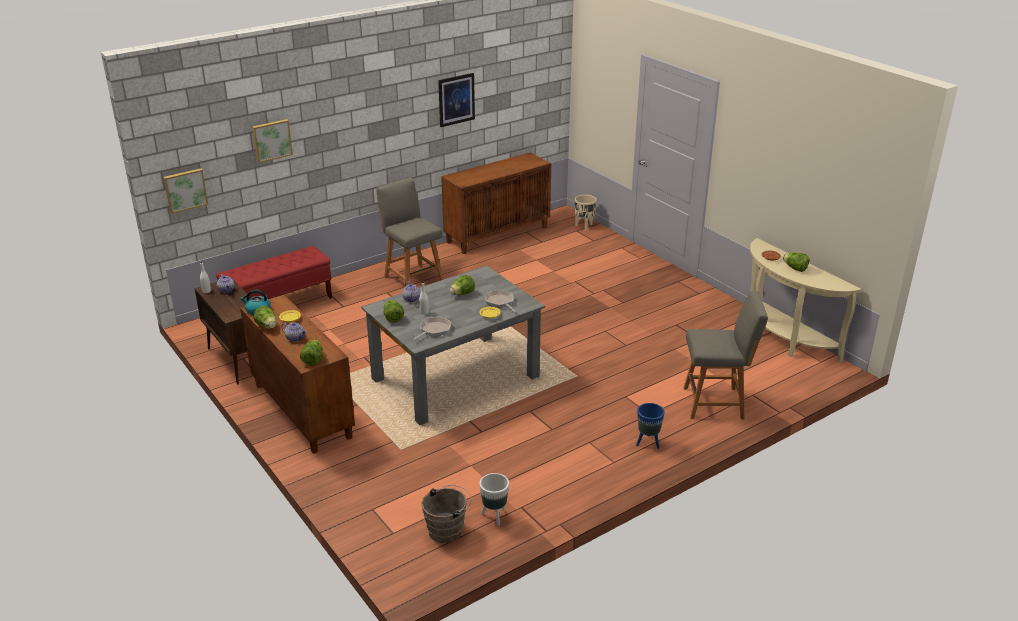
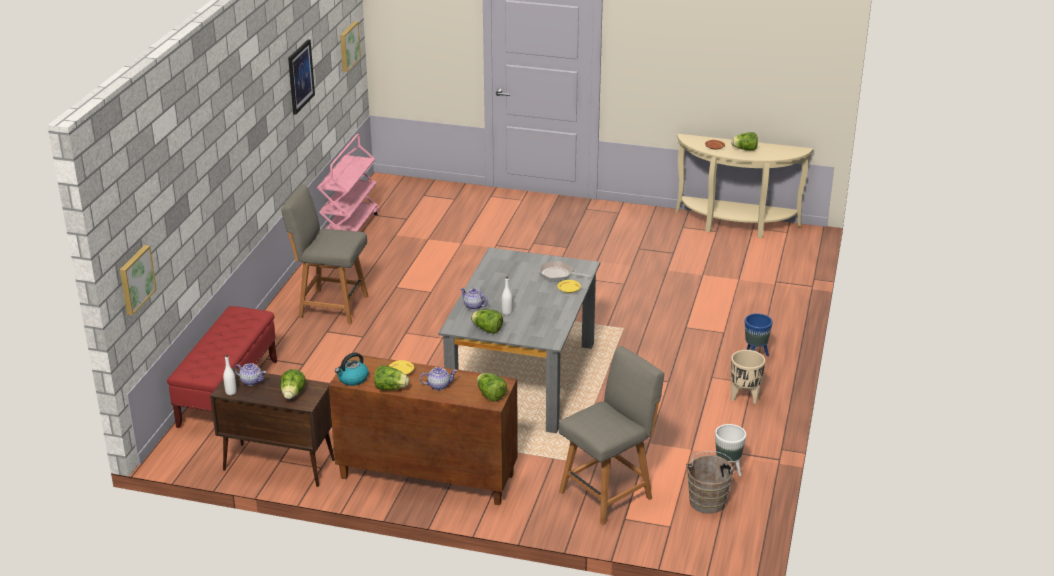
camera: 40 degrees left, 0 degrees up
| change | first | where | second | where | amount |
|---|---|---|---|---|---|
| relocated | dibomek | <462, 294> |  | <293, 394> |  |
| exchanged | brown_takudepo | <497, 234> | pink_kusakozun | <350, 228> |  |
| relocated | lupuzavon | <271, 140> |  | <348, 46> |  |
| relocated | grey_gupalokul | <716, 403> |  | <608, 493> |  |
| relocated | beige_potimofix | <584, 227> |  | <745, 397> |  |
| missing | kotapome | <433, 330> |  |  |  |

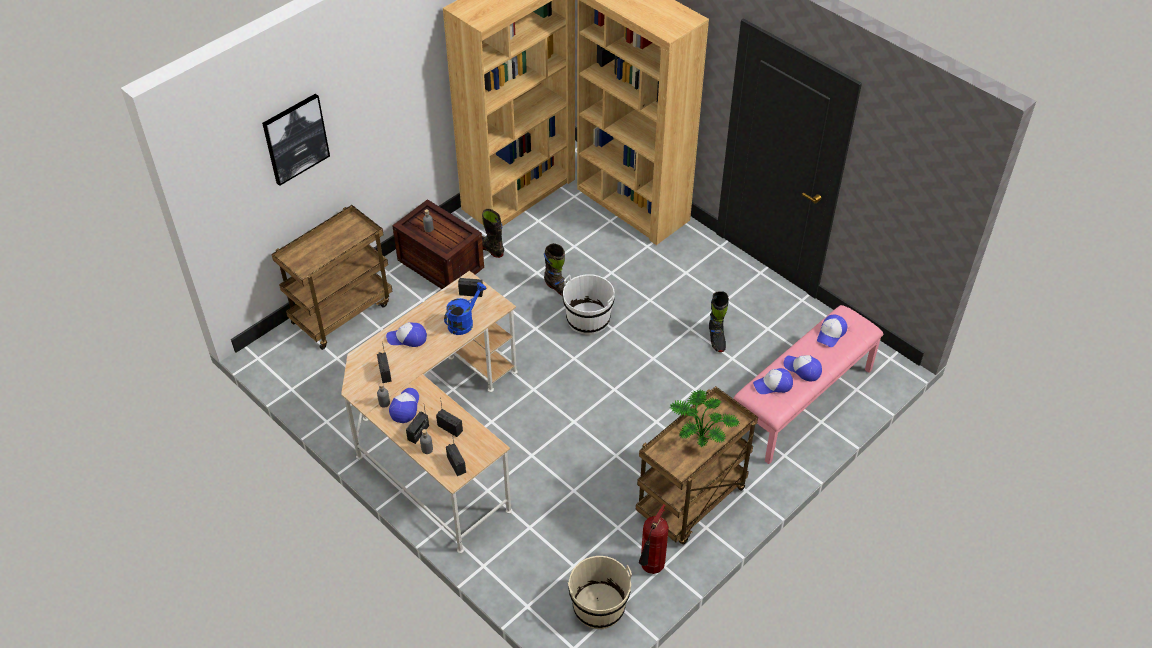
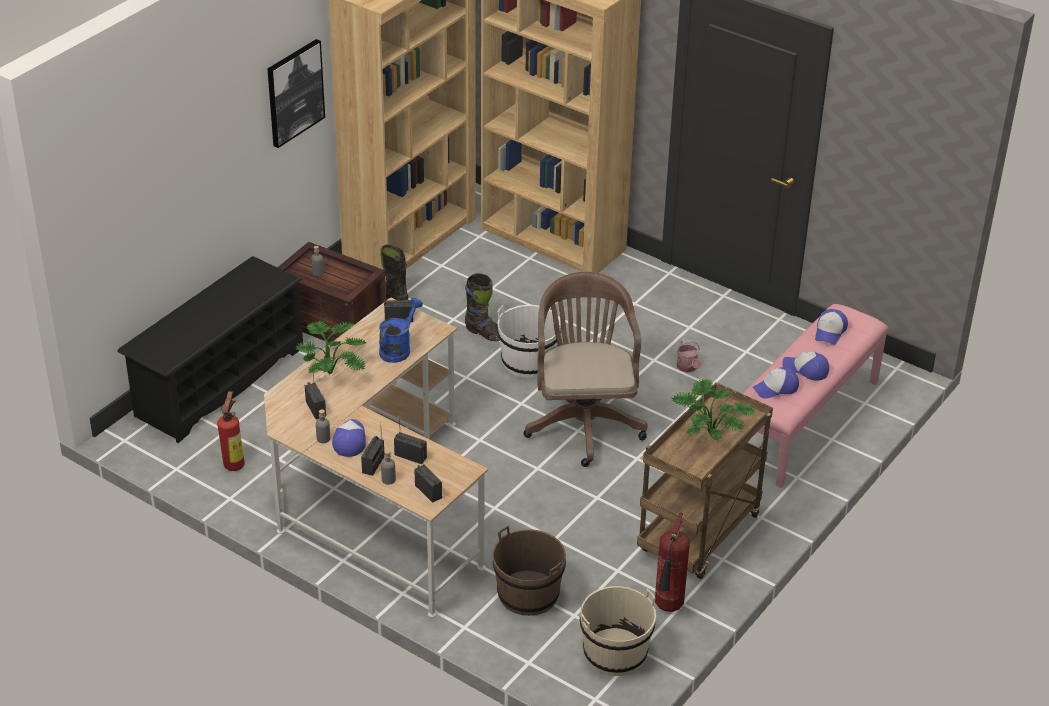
camera: 10 degrees left, 10 degrees down
| change | first | where | second | where | amount |
|---|---|---|---|---|---|
| exchanged | brown_kusakozun | <342, 312> | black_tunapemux | <219, 382> |  |
| appeared |  |  | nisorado | <235, 463> |  |
| relocated | lupuzavon | <295, 138> |  | <294, 92> |  |
| exchanged | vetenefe | <407, 338> | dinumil | <333, 371> |  |
| appeared |  |  | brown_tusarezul | <528, 594> |  |
| appeared |  |  | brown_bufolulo | <584, 421> |  |
| exchanged | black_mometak | <716, 339> | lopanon | <688, 367> |  |

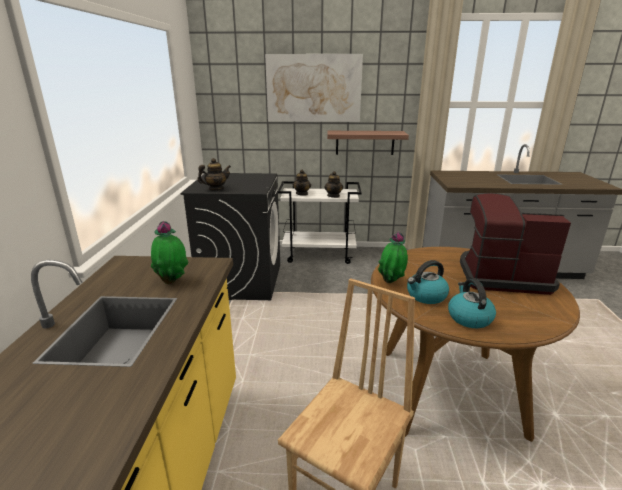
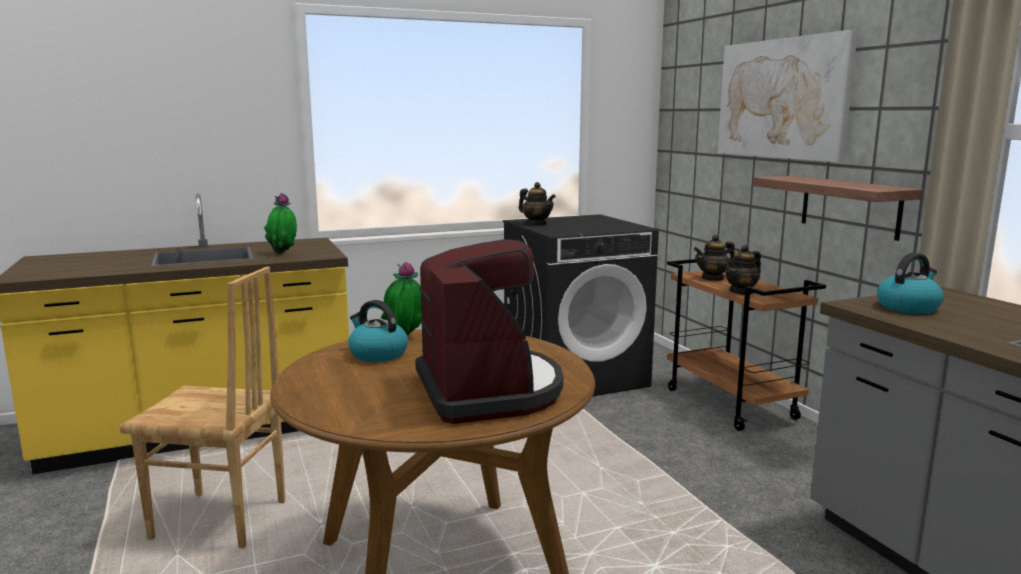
camera: 65 degrees right, 10 degrees down
| change | first | where | second | where | amount |
|---|---|---|---|---|---|
| colour | white_kusakozun | <320, 255> | brown_kusakozun | <732, 404> |  |
| relocated | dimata | <469, 317> |  | <908, 307> |  |

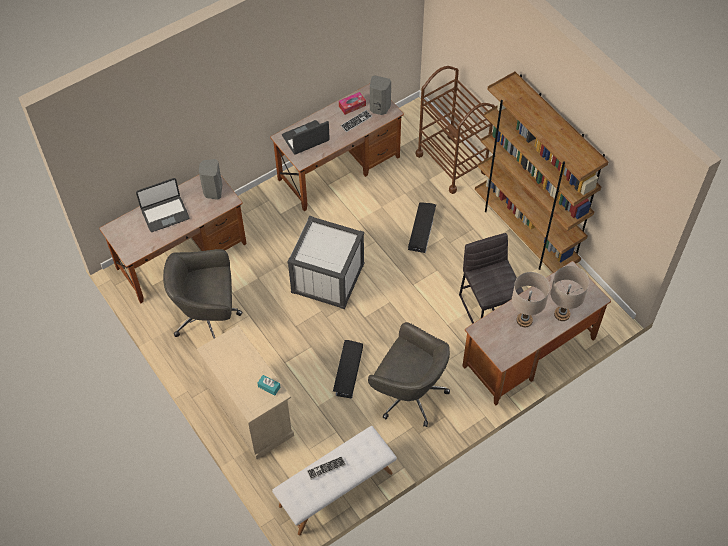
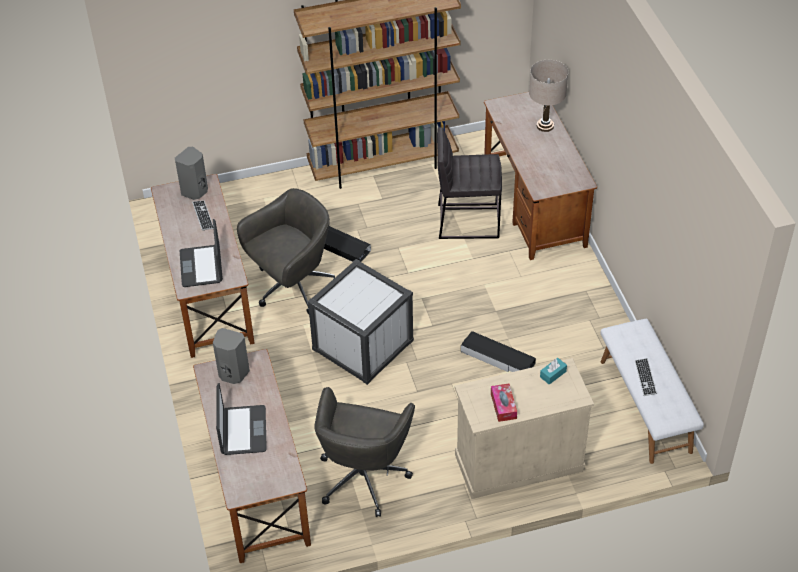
camera: 70 degrees left, 10 degrees down
| change | first | where | second | where | amount |
|---|---|---|---|---|---|
| relocated | grey_bufolulo | <409, 393> |  | <292, 287> |  |
| relocated | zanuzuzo | <352, 106> |  | <503, 406> |  |
| missing | brown_kusakozun | <452, 163> |  |  |  |
| missing | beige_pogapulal | <524, 320> |  |  |  |

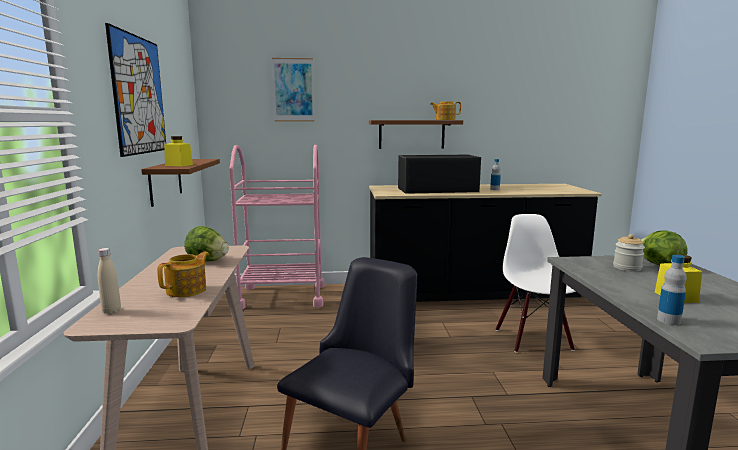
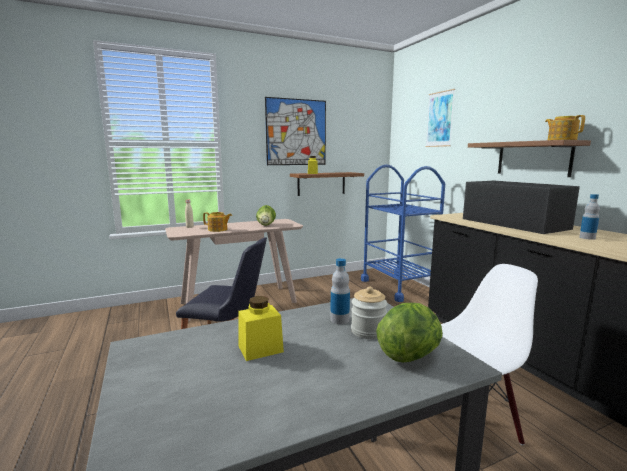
camera: 70 degrees right, 0 degrees up
| change | first | where | second | where | amount |
|---|---|---|---|---|---|
| relocated | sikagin | <668, 320> |  | <339, 319> |  |
| colour | pink_kusakozun | <282, 296> | blue_kusakozun | <398, 286> |  |

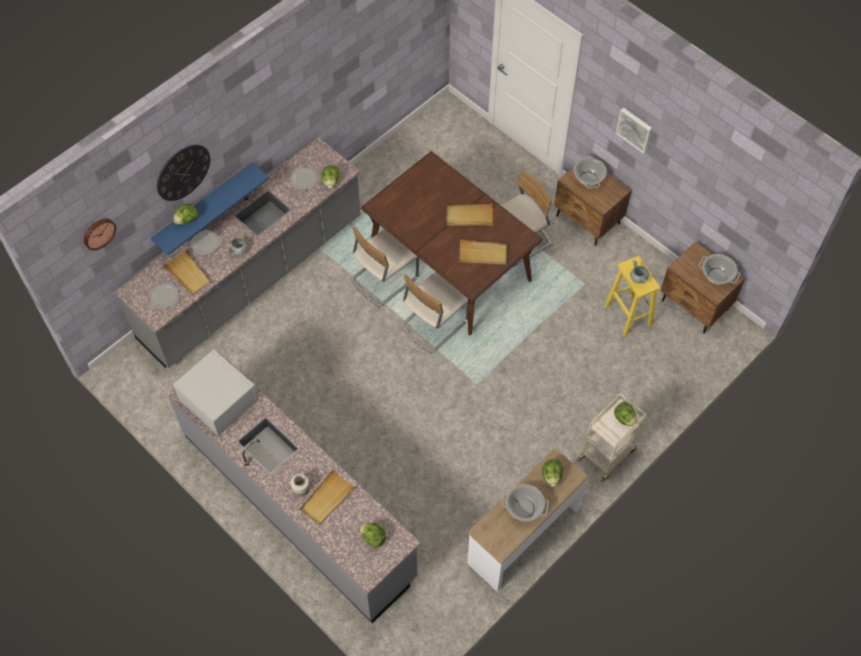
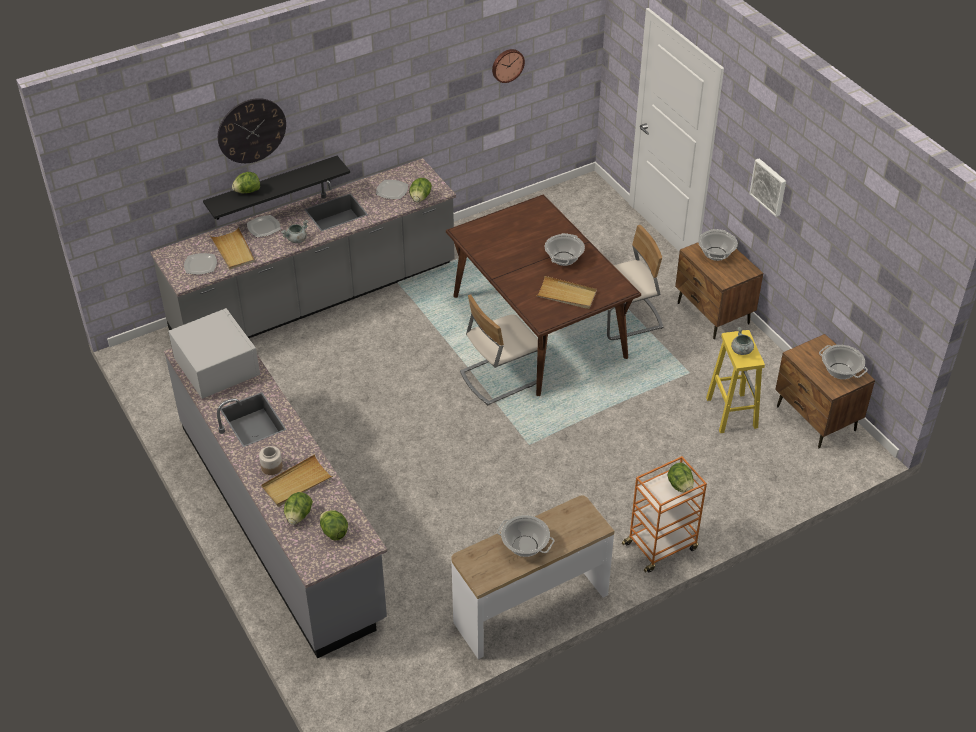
camera: 15 degrees right, 15 degrees down
| change | first | where | second | where | amount |
|---|---|---|---|---|---|
| colour | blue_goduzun | <204, 206> | black_goduzun | <272, 188> |  |
| relocated | dibomek | <552, 476> |  | <298, 516> |  |
| relocated | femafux | <98, 233> |  | <507, 65> |  |
| exchanged | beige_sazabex | <469, 216> | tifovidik | <563, 258> |  |
| colour | beige_kusakozun | <607, 454> | orange_kusakozun | <661, 546> |  |
| missing | beige_gupalokul | <383, 278> |  |  |  |

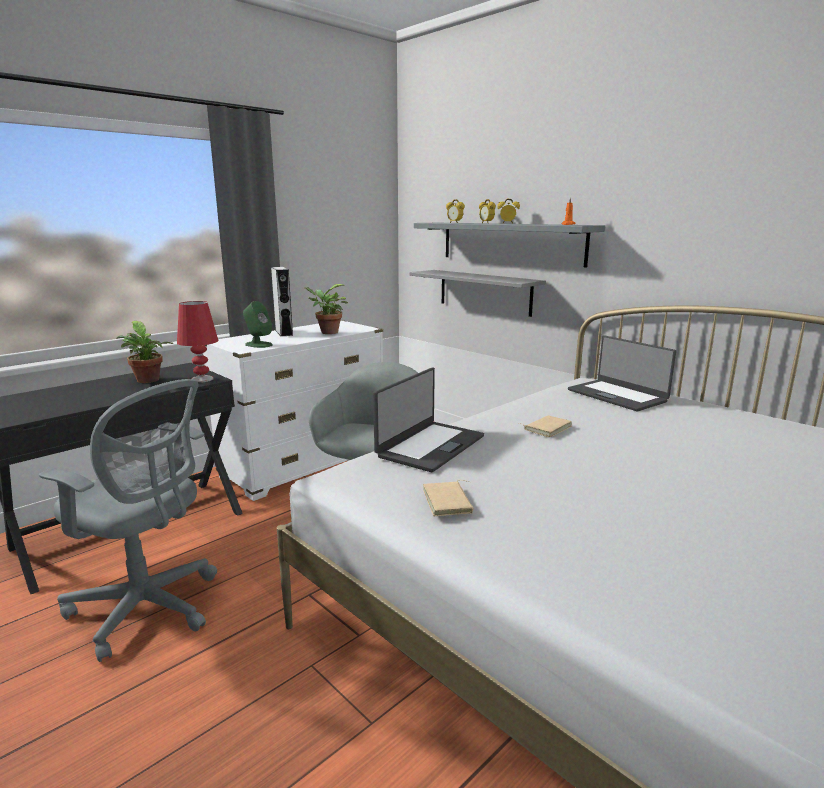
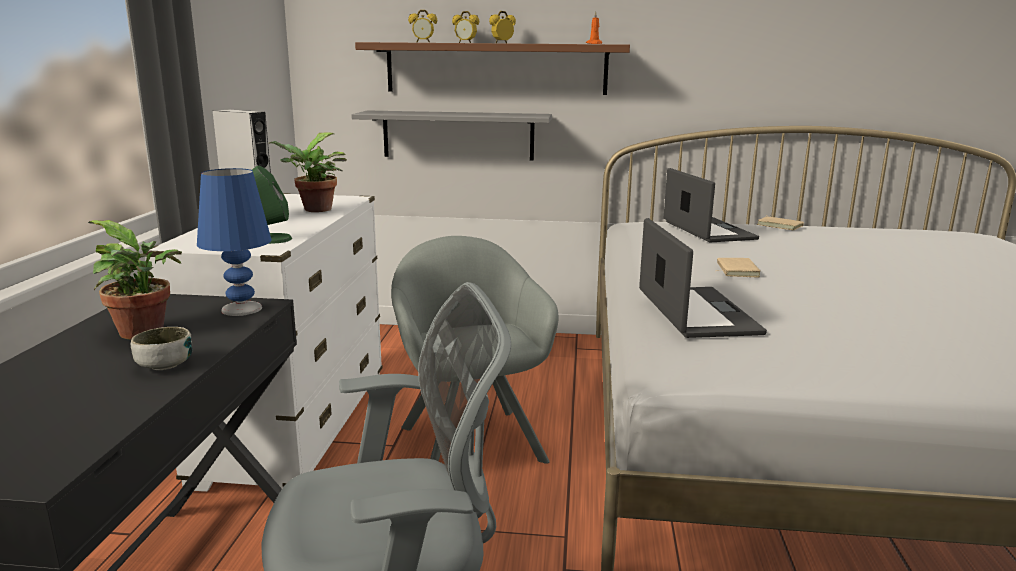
camera: 40 degrees left, 0 degrees up
| change | first | where | second | where | amount |
|---|---|---|---|---|---|
| appeared |  |  | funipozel | <165, 365> |  |
| colour | red_pogapulal | <202, 379> | blue_pogapulal | <242, 309> |  |
| colour | grey_goduzun | <510, 242> | brown_goduzun | <496, 68> |  |
| spun | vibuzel | <617, 395> |  | <707, 230> | 120 degrees counterclockwise |
| relocated | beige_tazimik | <449, 502> |  | <780, 225> |  |

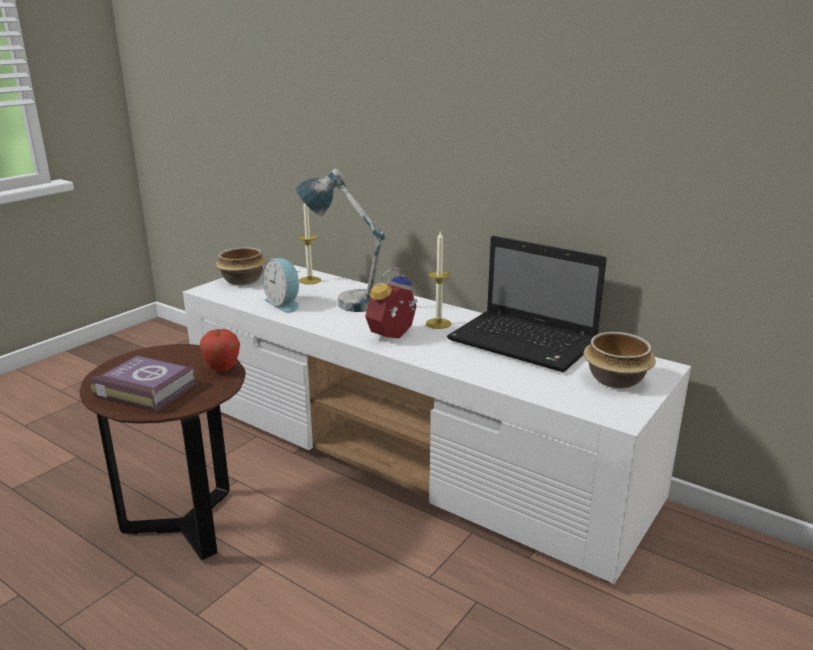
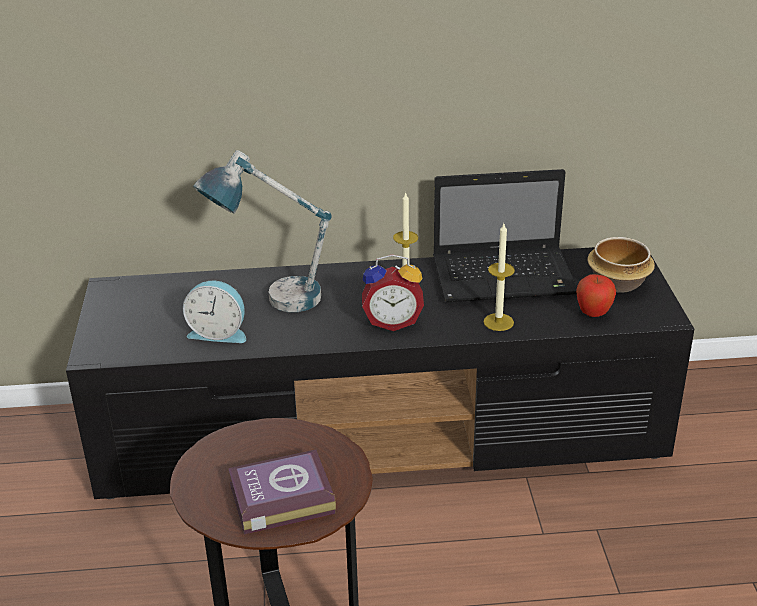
camera: 40 degrees left, 10 degrees up
| change | first | where | second | where | amount |
|---|---|---|---|---|---|
| colour | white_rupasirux | <410, 452> | black_rupasirux | <384, 434> |  |
| spun | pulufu | <394, 336> |  | <392, 321> | 90 degrees counterclockwise |
| relocated | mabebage | <310, 280> |  | <498, 322> |  |
| relocated | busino | <222, 369> |  | <593, 314> |  |
| missing | funipozel | <242, 281> |  |  |  |

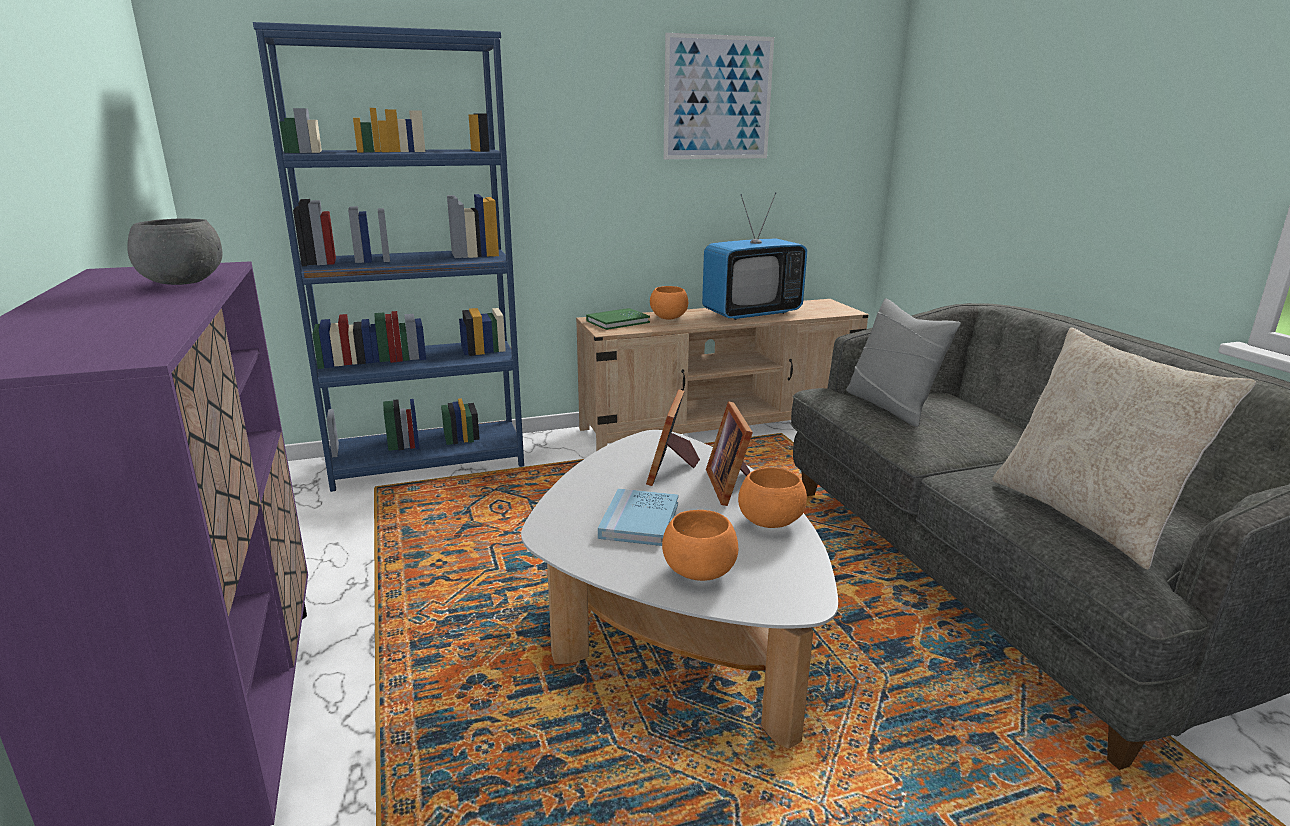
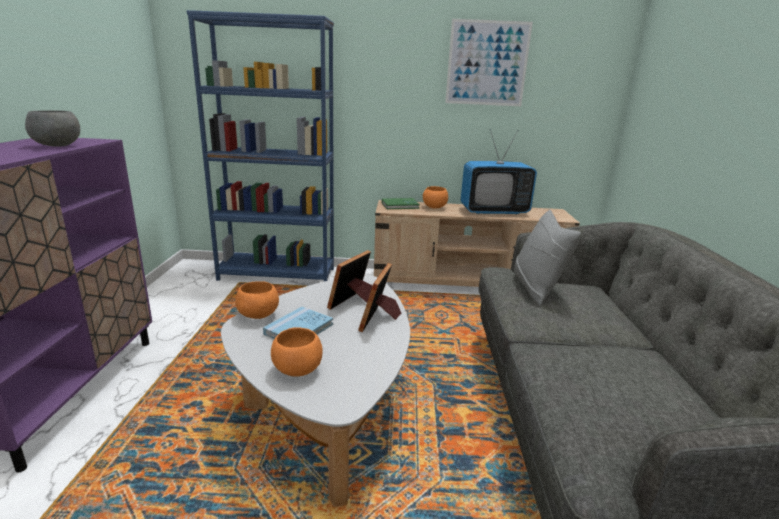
camera: 20 degrees right, 0 degrees up
| change | first | where | second | where | amount |
|---|---|---|---|---|---|
| relocated | orange_funipozel | <771, 523> |  | <258, 316> |  |
| missing | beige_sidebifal | <1086, 516> |  |  |  |

